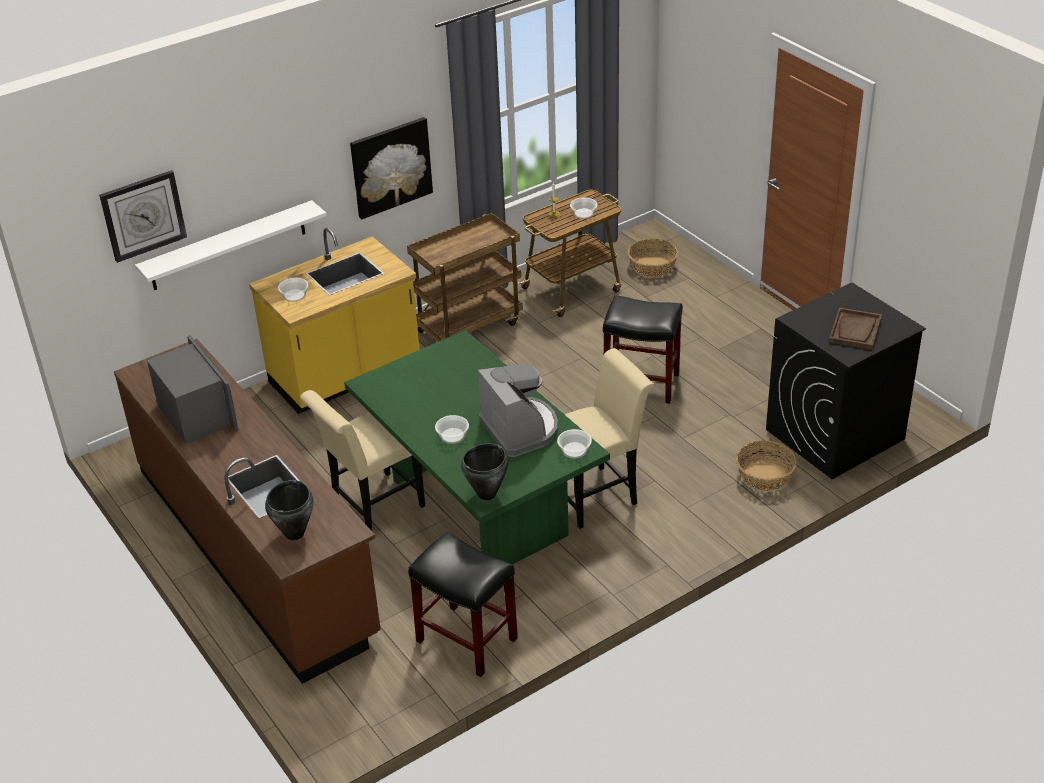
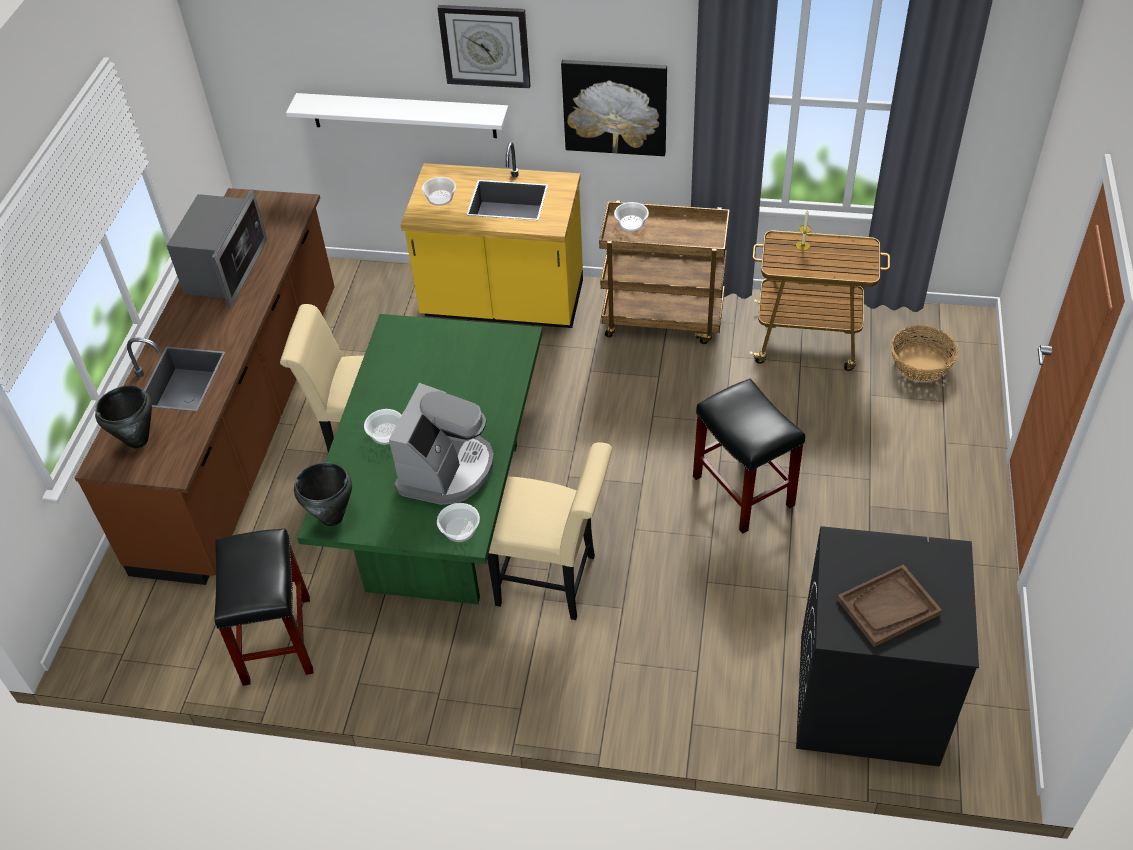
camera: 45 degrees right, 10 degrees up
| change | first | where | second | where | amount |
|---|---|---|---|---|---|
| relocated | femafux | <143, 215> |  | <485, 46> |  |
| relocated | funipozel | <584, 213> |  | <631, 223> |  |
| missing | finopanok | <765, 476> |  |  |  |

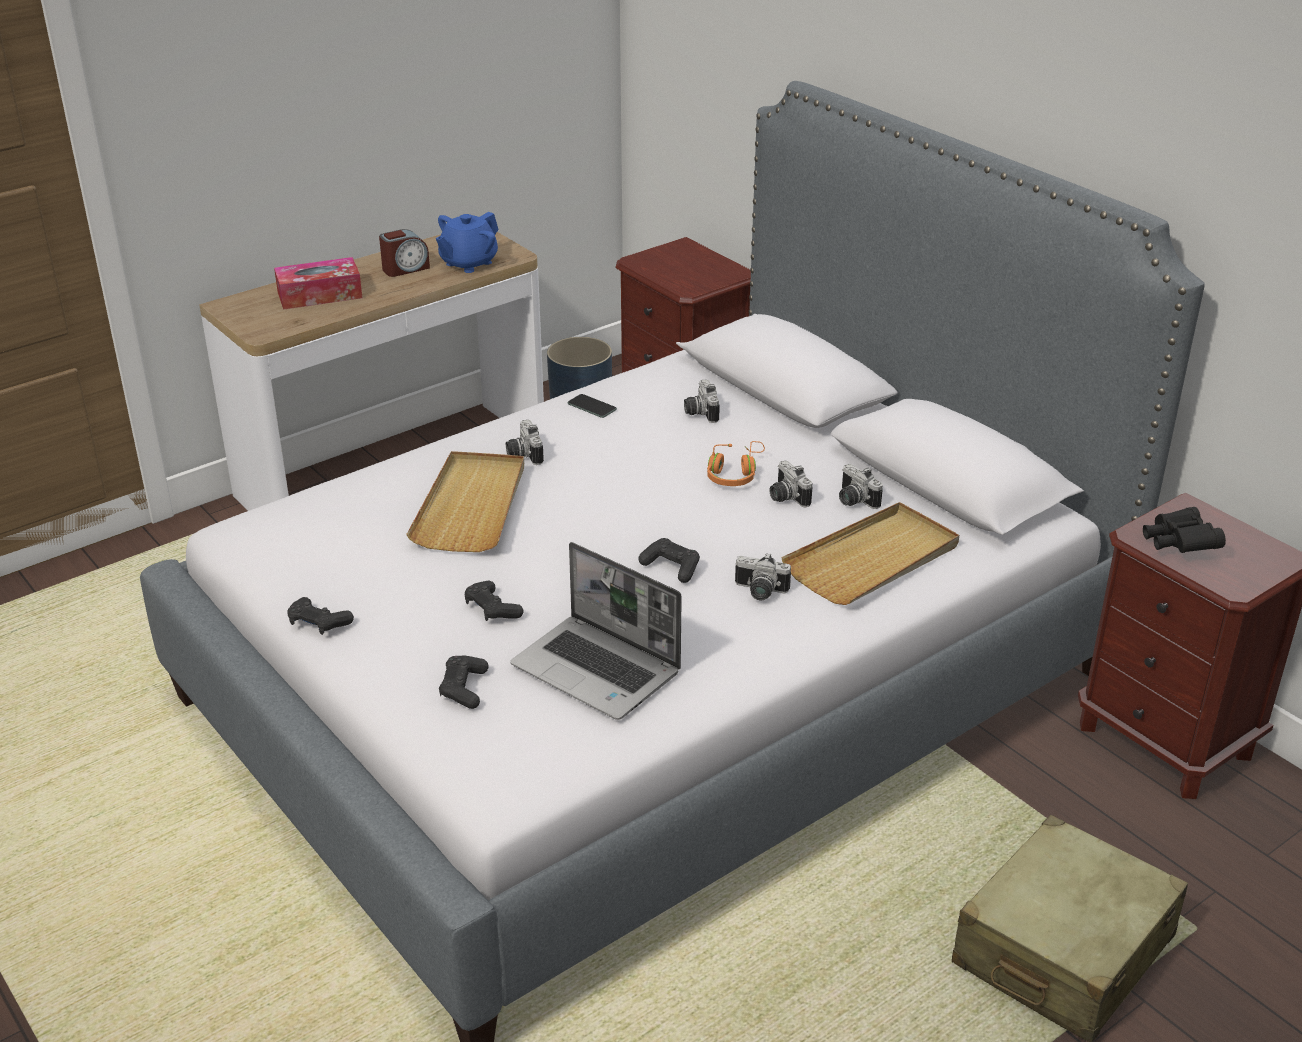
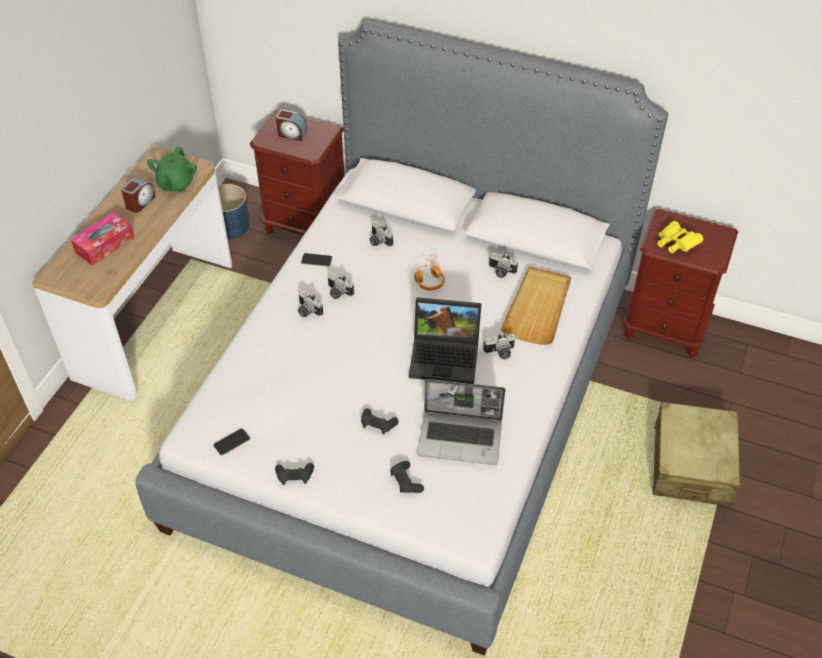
camera: 30 degrees left, 15 degrees up
| change | first | where | second | where | amount |
|---|---|---|---|---|---|
| colour | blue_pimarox | <468, 263> | green_pimarox | <176, 184> |  |
| appeared |  |  | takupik | <231, 442> |  |
| appeared |  |  | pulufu | <291, 134> |  |
| relocated | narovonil | <785, 497> |  | <337, 293> |  |
| exchanged | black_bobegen | <671, 567> | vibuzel | <446, 356> |  |
| colour | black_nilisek | <1178, 544> | yellow_nilisek | <675, 244> |  |
| missing | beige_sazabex | <471, 506> |  |  |  |

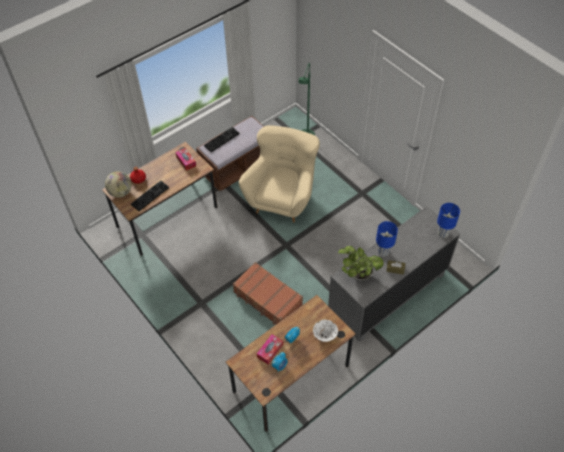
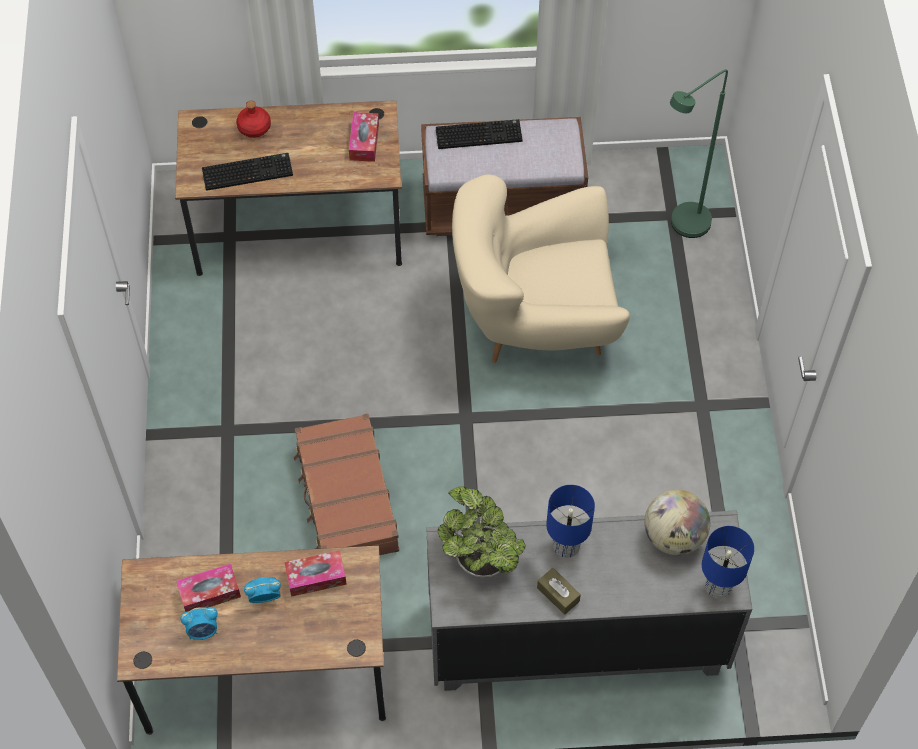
camera: 35 degrees right, 5 degrees up
| change | first | where | second | where | amount |
|---|---|---|---|---|---|
| appeared |  |  | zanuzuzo | <316, 577> |  |
| spun | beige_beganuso | <282, 198> |  | <536, 321> | 150 degrees counterclockwise |
| relocated | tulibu | <120, 192> |  | <673, 537> |  |
| missing | white_funipozel | <325, 334> |  |  |  |

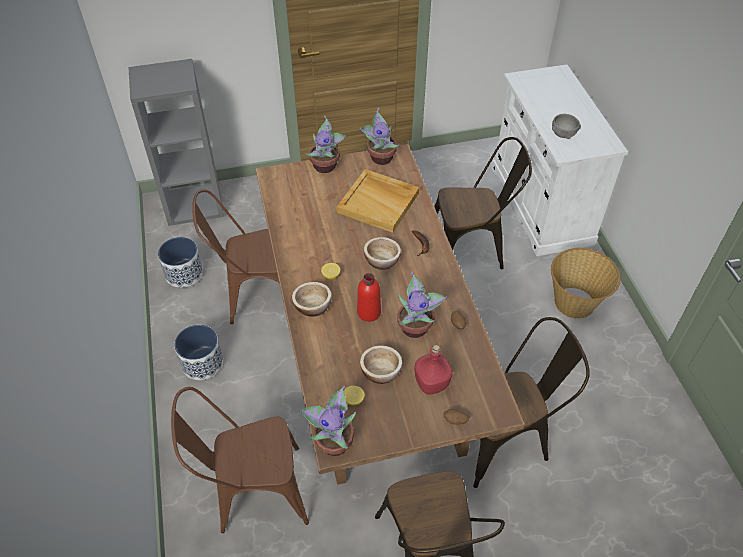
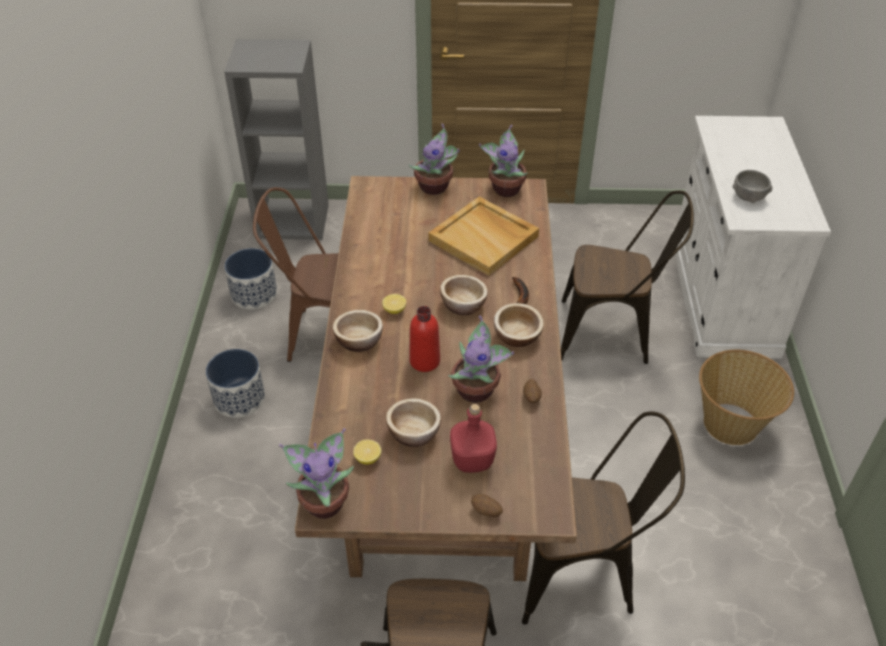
camera: 15 degrees right, 5 degrees down
| change | first | where | second | where | amount |
|---|---|---|---|---|---|
| appeared |  |  | funipozel | <517, 336> |  |
| missing | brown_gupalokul | <252, 492> |  |  |  |

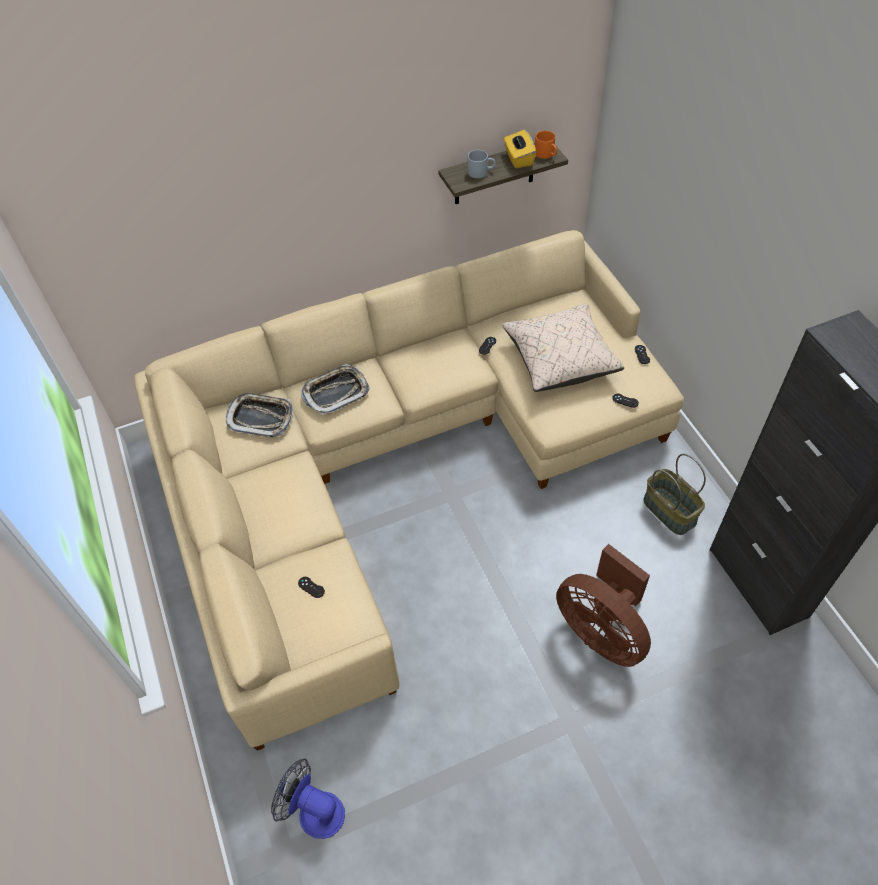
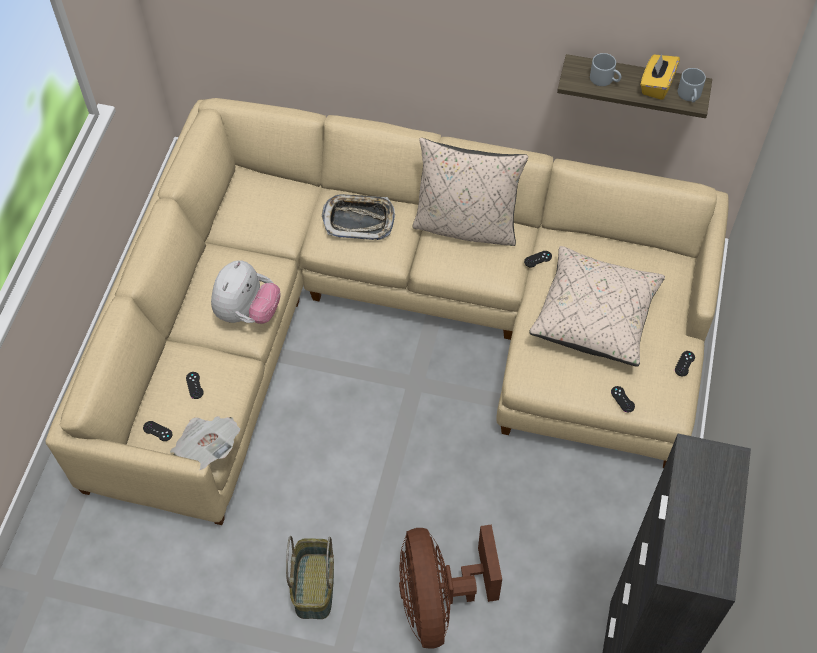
camera: 35 degrees right, 5 degrees up
| change | first | where | second | where | amount |
|---|---|---|---|---|---|
| appeared |  |  | black_bobegen | <157, 431> |  |
| appeared |  |  | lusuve | <207, 448> |  |
| appeared |  |  | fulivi | <247, 312> |  |
| relocated | finopanok | <670, 511> |  | <315, 587> |  |
| appeared |  |  | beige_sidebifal | <466, 225> |  |
| colour | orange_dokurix | <546, 154> | grey_dokurix | <690, 96> |  |
| missing | sazabex | <260, 418> |  |  |  |
| missing | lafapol | <314, 811> |  |  |  |

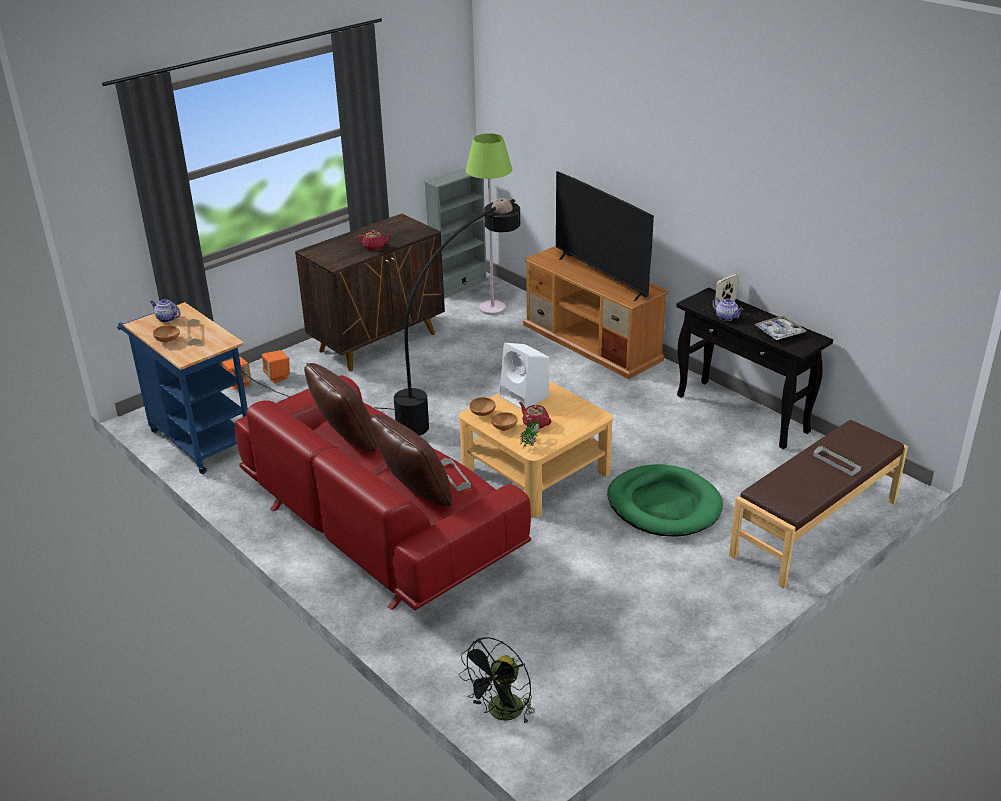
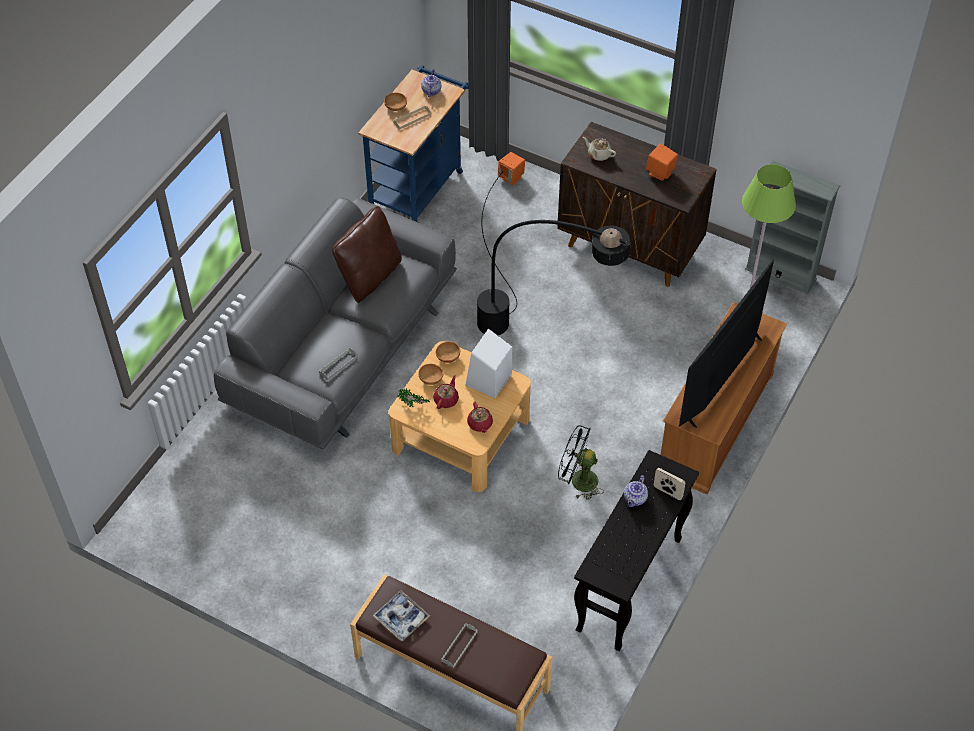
camera: 70 degrees right, 20 degrees up
| change | first | where | second | where | amount |
|---|---|---|---|---|---|
| colour | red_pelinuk | <380, 526> | grey_pelinuk | <343, 349> |  |
| relocated | sazabex | <779, 332> |  | <401, 618> |  |
| relocated | red_pimarox | <375, 247> |  | <480, 424> |  |
| relocated | black_lafapol | <501, 714> |  | <578, 480> |  |
| appeared |  |  | beige_pimarox | <599, 154> |  |
| relocated | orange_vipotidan | <278, 377> |  | <660, 172> |  |
| missing | brown_sidebifal | <413, 494> |  |  |  |
| missing | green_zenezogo | <664, 505> |  |  |  |

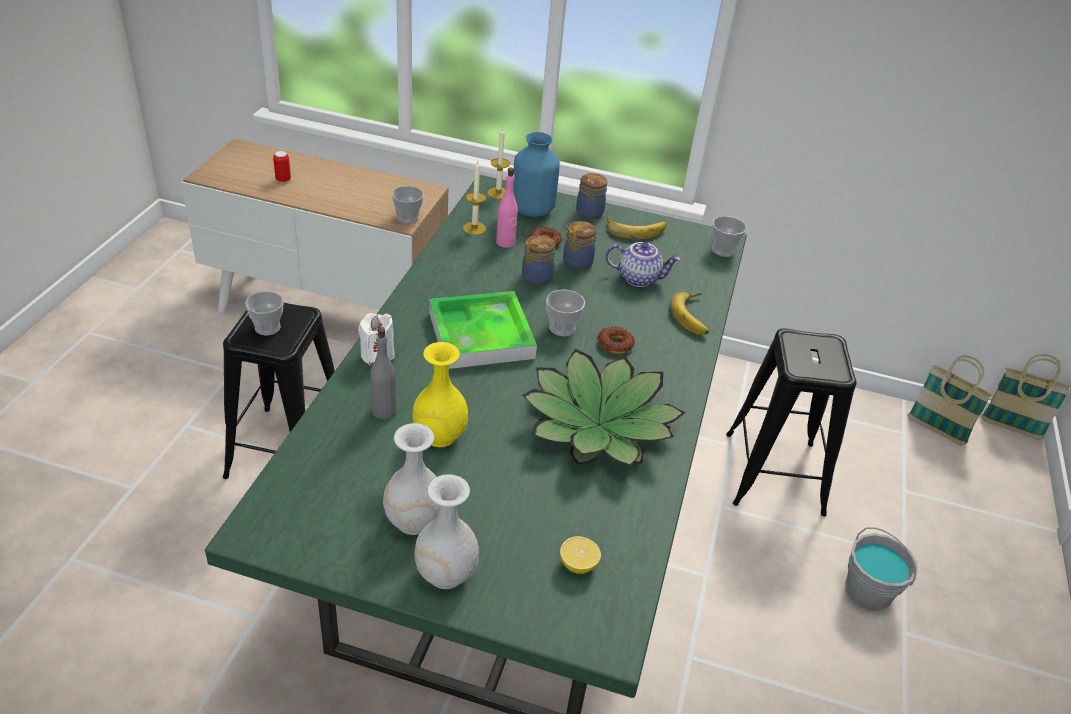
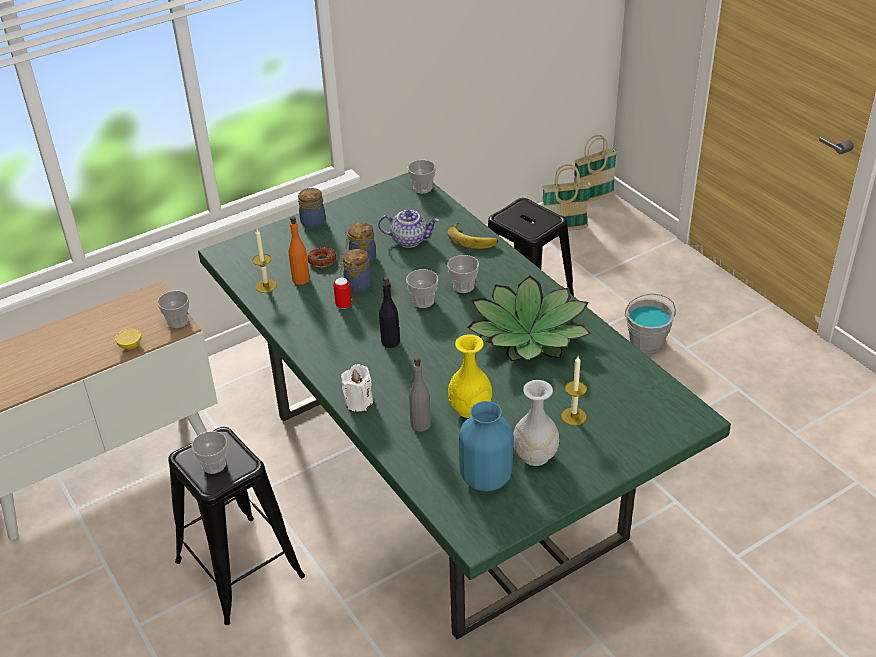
camera: 45 degrees left, 0 degrees up
| change | first | where | second | where | amount |
|---|---|---|---|---|---|
| relocated | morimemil | <578, 564> |  | <130, 345> |  |
| colour | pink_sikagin | <505, 242> | orange_sikagin | <301, 279> |  |
| relocated | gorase | <283, 179> |  | <343, 305> |  |
| spun | pimarox | <639, 278> |  | <409, 240> | 45 degrees clockwise |
| exchanged | sazabex | <481, 335> | black_sikagin | <390, 342> |  |
| exchanged | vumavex | <615, 344> | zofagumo | <463, 286> |  |
| relocated | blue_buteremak | <531, 210> |  | <485, 478> |  |
| relocated | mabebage | <498, 193> |  | <573, 416> |  |
| missing | white_buteremak | <446, 572> |  |  |  |
| missing | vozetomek | <635, 229> |  |  |  |

